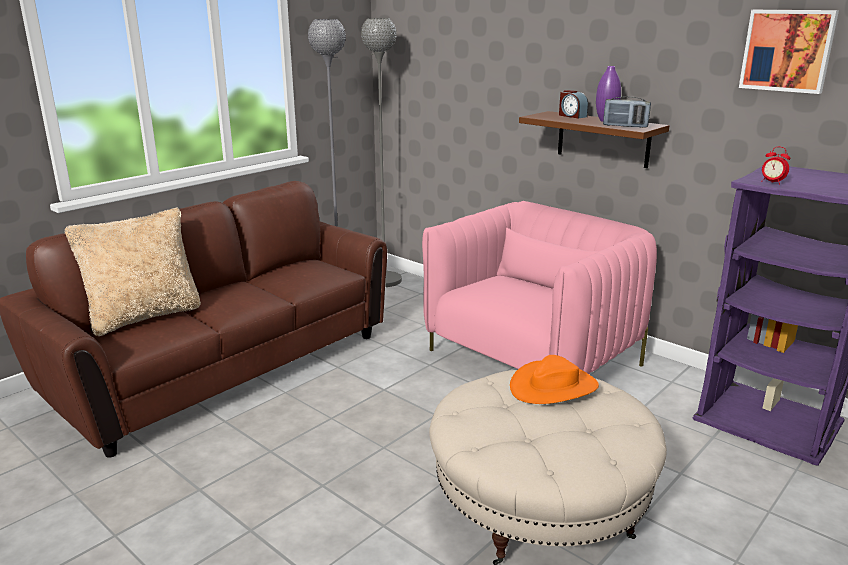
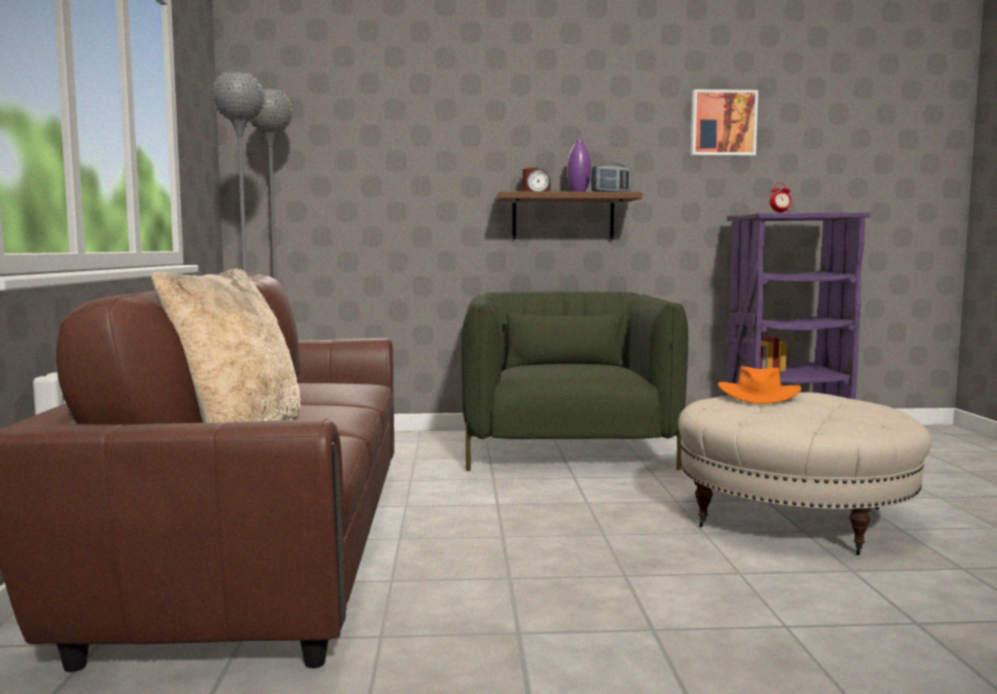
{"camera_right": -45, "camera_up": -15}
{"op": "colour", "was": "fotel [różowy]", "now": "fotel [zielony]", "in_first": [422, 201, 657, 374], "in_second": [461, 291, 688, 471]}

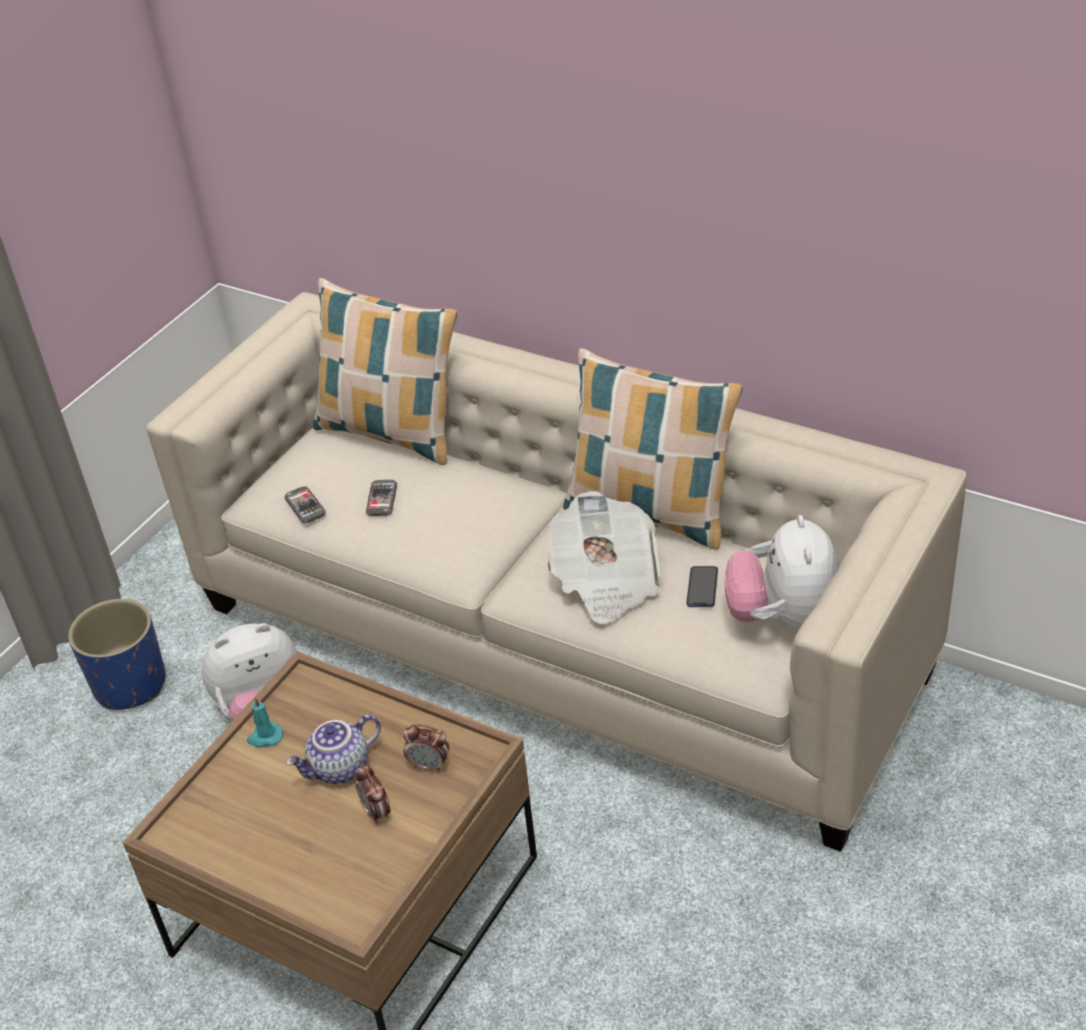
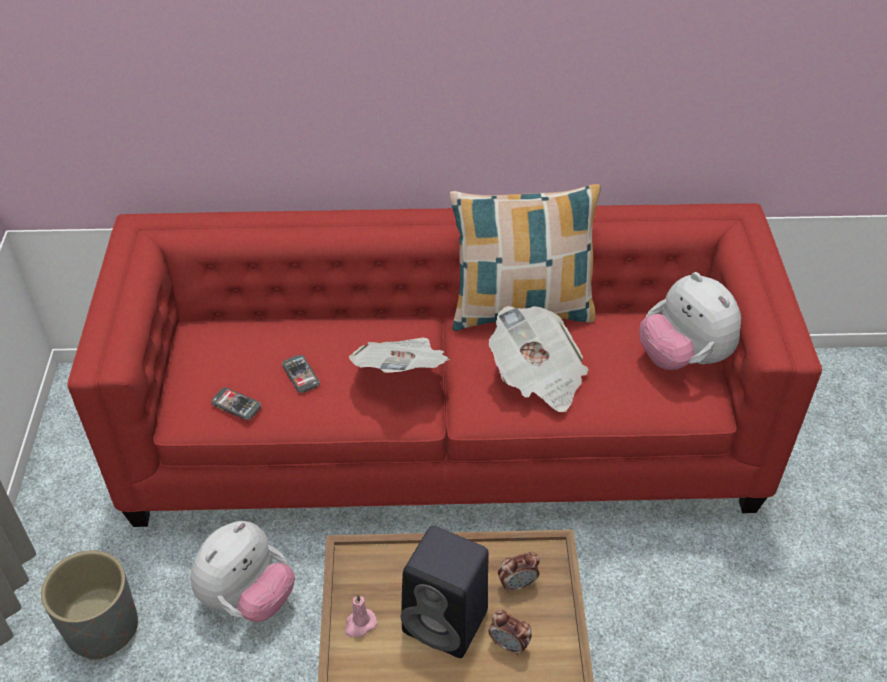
{"camera_right": -35, "camera_up": 5}
{"op": "missing", "was": "poduszka", "in_first": [313, 278, 458, 465]}
{"op": "missing", "was": "telefon", "in_first": [686, 566, 718, 607]}
{"op": "appeared", "now": "gazeta", "in_second": [349, 337, 450, 373]}
{"op": "exchanged", "was": "imbryk", "now": "głośnik [czarny]", "in_first": [286, 714, 381, 784], "in_second": [401, 526, 489, 658]}
{"op": "colour", "was": "donica [niebieski]", "now": "donica [szary]", "in_first": [68, 599, 166, 710], "in_second": [41, 550, 138, 660]}
{"op": "colour", "was": "kanapa [beżowy]", "now": "kanapa [czerwony]", "in_first": [146, 292, 967, 852], "in_second": [67, 203, 822, 527]}
{"op": "colour", "was": "świeca [turkusowy]", "now": "świeca [różowy]", "in_first": [247, 697, 283, 747], "in_second": [345, 594, 377, 637]}

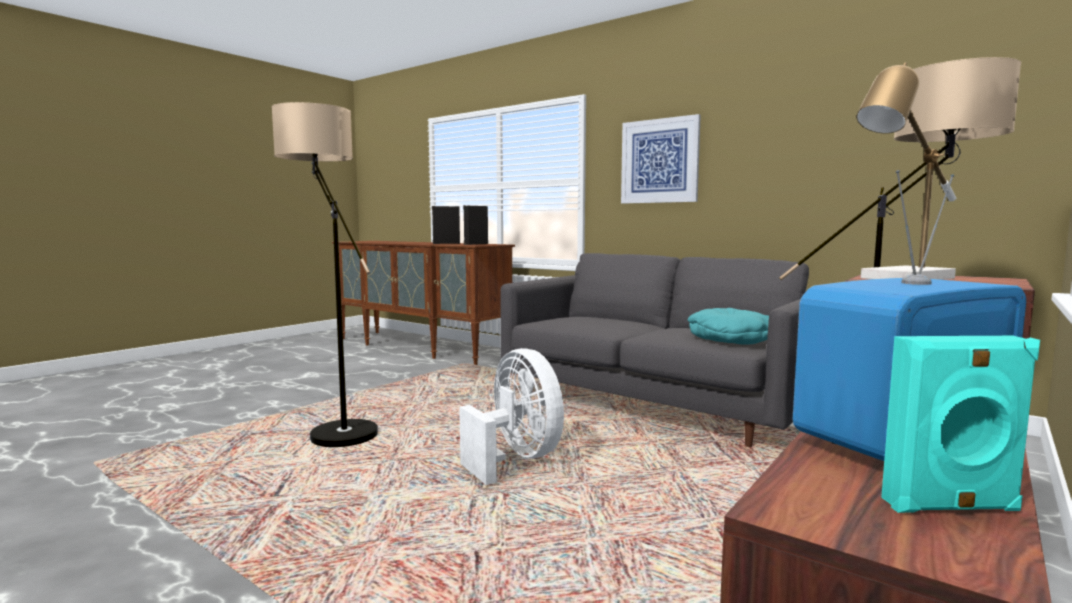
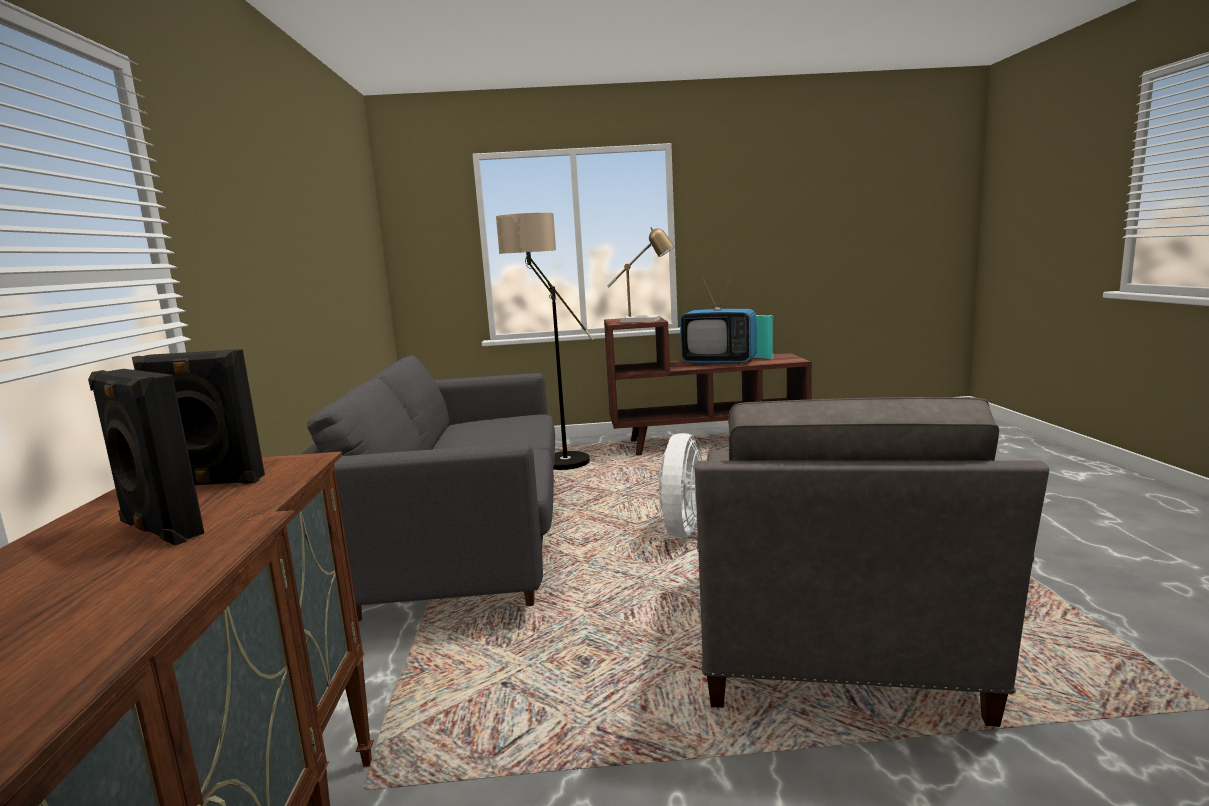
{"camera_right": -130, "camera_up": 5}
{"op": "missing", "was": "obraz", "in_first": [621, 114, 701, 204]}
{"op": "missing", "was": "poduszka [turkusowy]", "in_first": [688, 308, 769, 345]}
{"op": "exchanged", "was": "lampa stojąca", "now": "fotel [szary]", "in_first": [272, 102, 378, 447], "in_second": [694, 397, 1049, 727]}

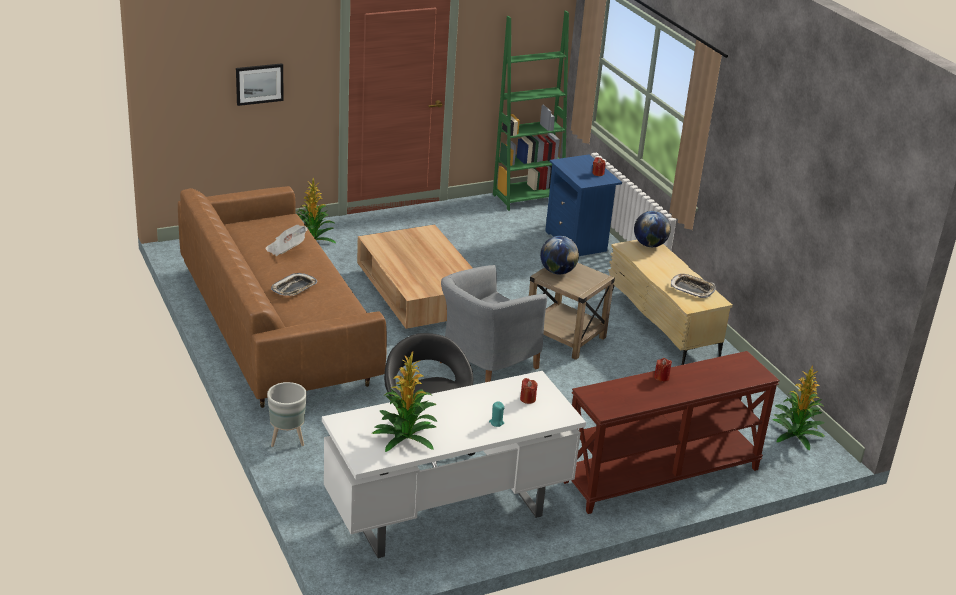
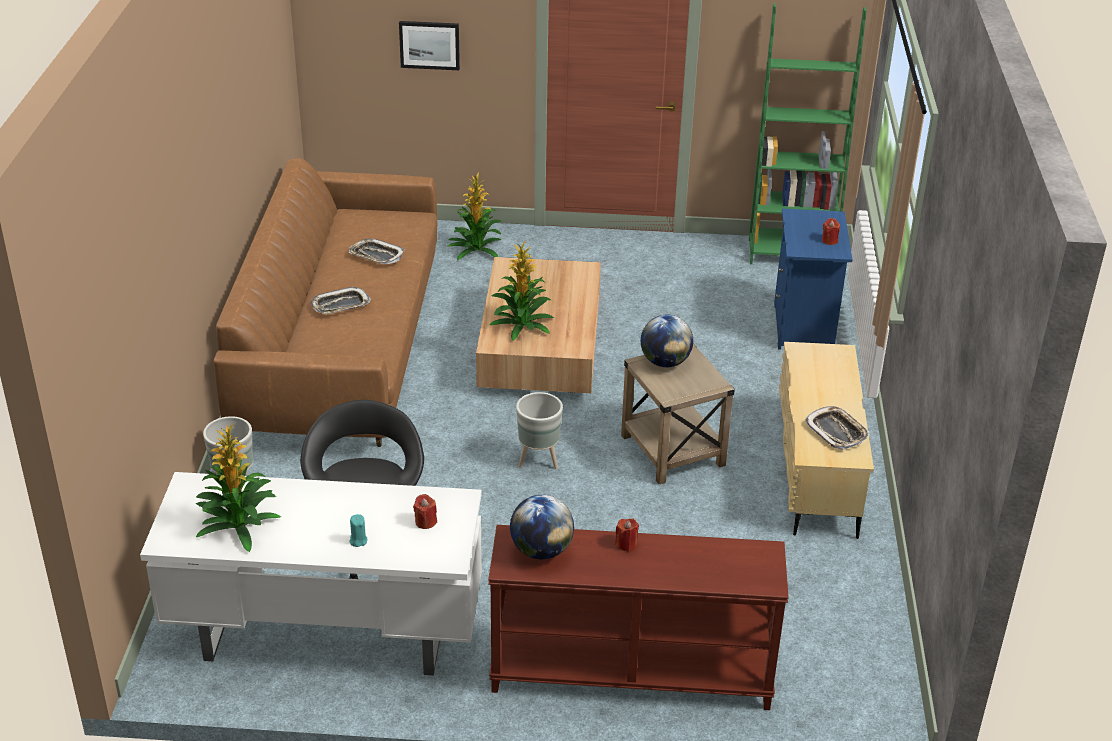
{"camera_right": 30, "camera_up": 5}
{"op": "relocated", "was": "globus", "in_first": [634, 211, 671, 247], "in_second": [510, 495, 574, 559]}
{"op": "relocated", "was": "roślina doniczkowa", "in_first": [772, 366, 825, 450], "in_second": [490, 241, 554, 341]}
{"op": "exchanged", "was": "gazeta", "now": "taca", "in_first": [266, 225, 308, 256], "in_second": [349, 238, 404, 264]}
{"op": "exchanged", "was": "fotel [szary]", "now": "donica [szary]", "in_first": [440, 265, 547, 382], "in_second": [516, 392, 563, 469]}

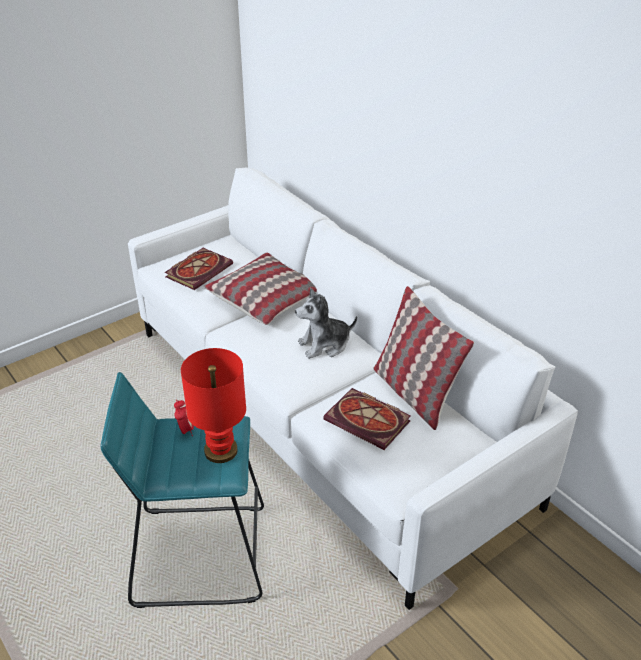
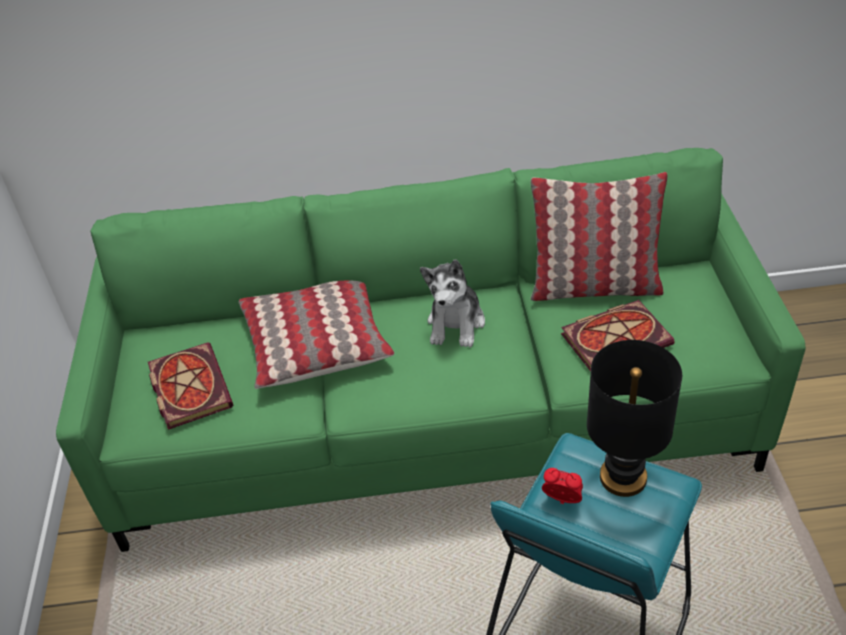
{"camera_right": -55, "camera_up": 5}
{"op": "colour", "was": "kanapa [biały]", "now": "kanapa [zielony]", "in_first": [128, 167, 578, 610], "in_second": [56, 148, 806, 552]}
{"op": "colour", "was": "lampa stołowa [czerwony]", "now": "lampa stołowa [czarny]", "in_first": [181, 348, 246, 463], "in_second": [587, 340, 682, 497]}

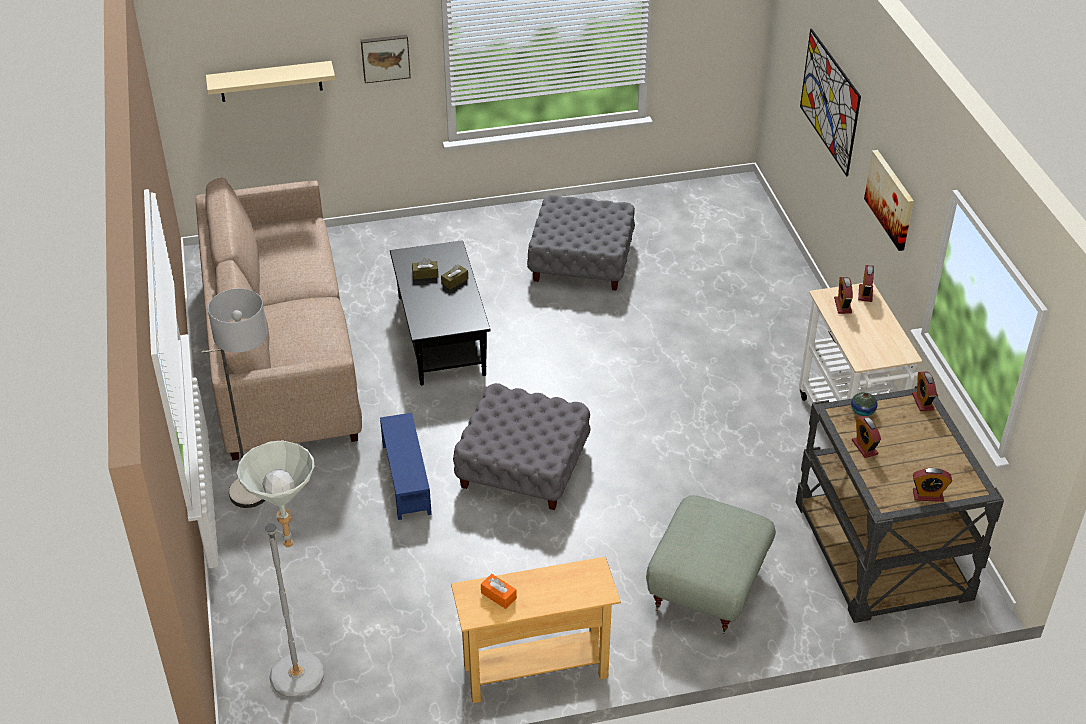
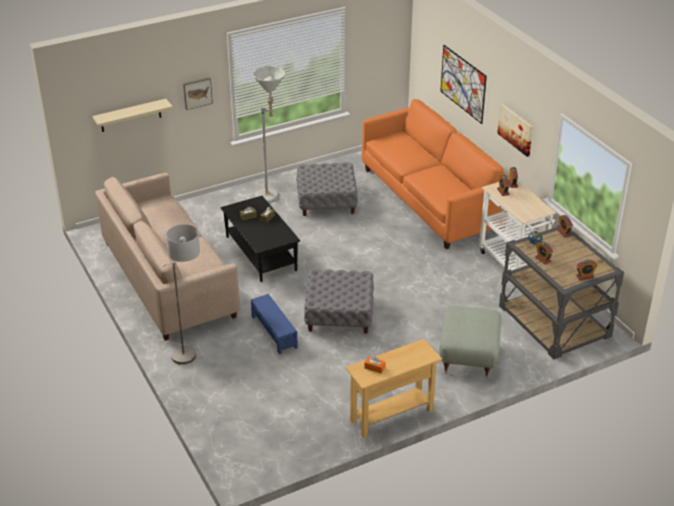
{"camera_right": -15, "camera_up": -5}
{"op": "appeared", "now": "kanapa [pomarańczowy]", "in_second": [362, 99, 510, 249]}
{"op": "relocated", "was": "lampa stojąca [szary]", "in_first": [237, 440, 324, 698], "in_second": [253, 66, 285, 202]}

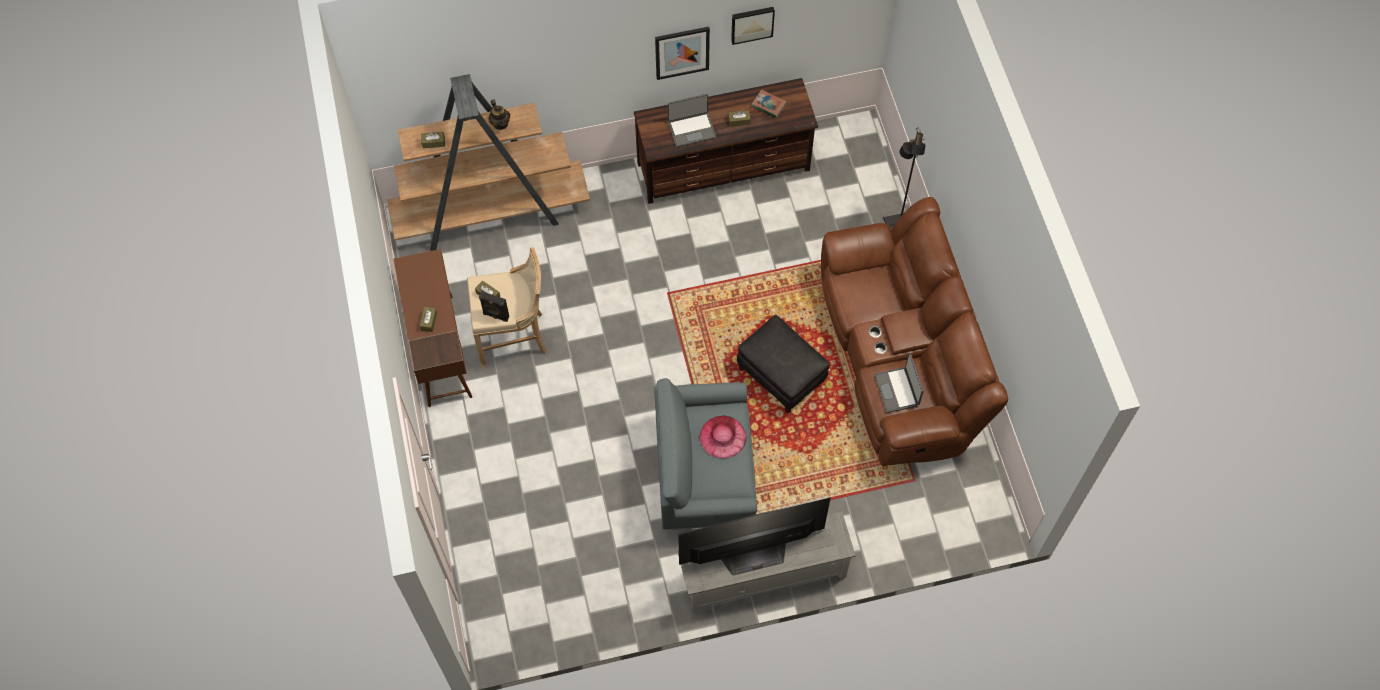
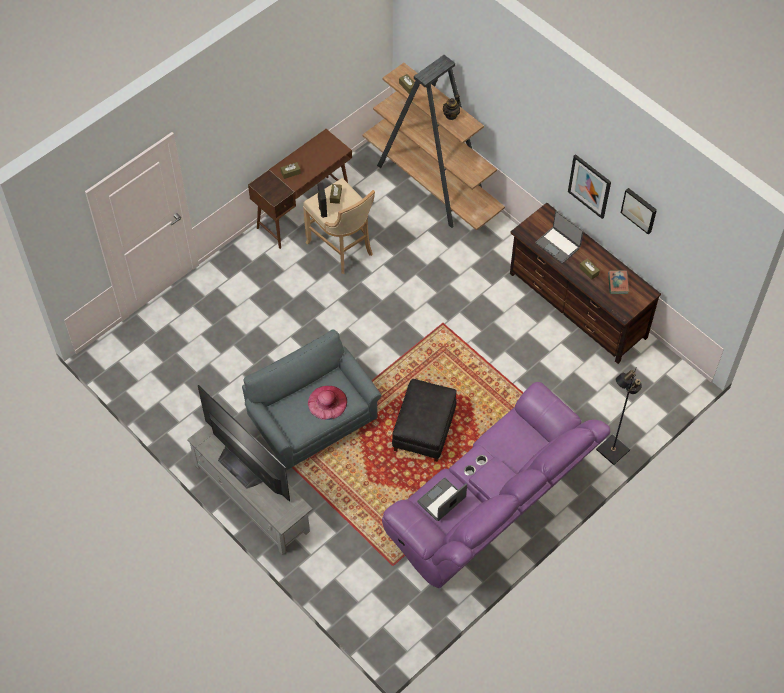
{"camera_right": 60, "camera_up": -5}
{"op": "colour", "was": "kanapa [brązowy]", "now": "kanapa [fioletowy]", "in_first": [821, 197, 1008, 466], "in_second": [382, 382, 611, 588]}

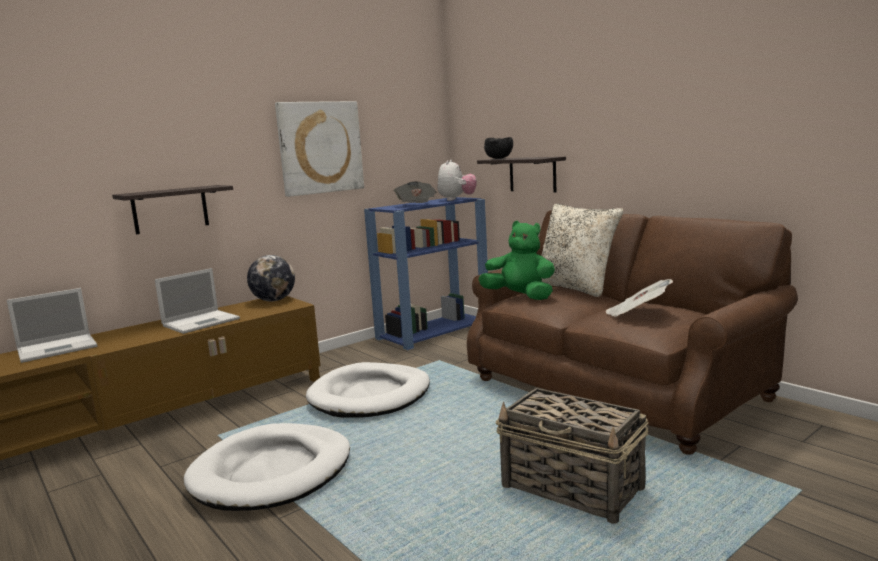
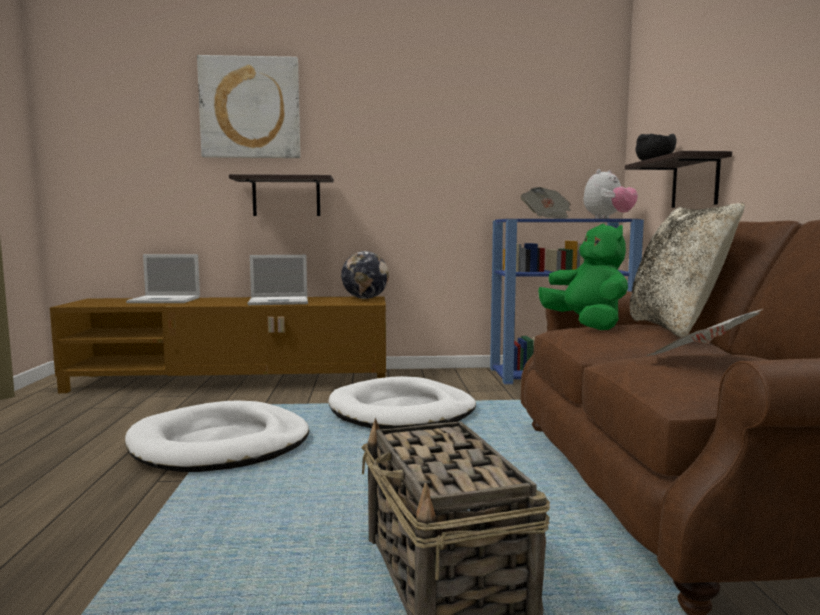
{"camera_right": 35, "camera_up": -5}
{"op": "relocated", "was": "obraz", "in_first": [275, 101, 364, 197], "in_second": [197, 55, 300, 158]}

